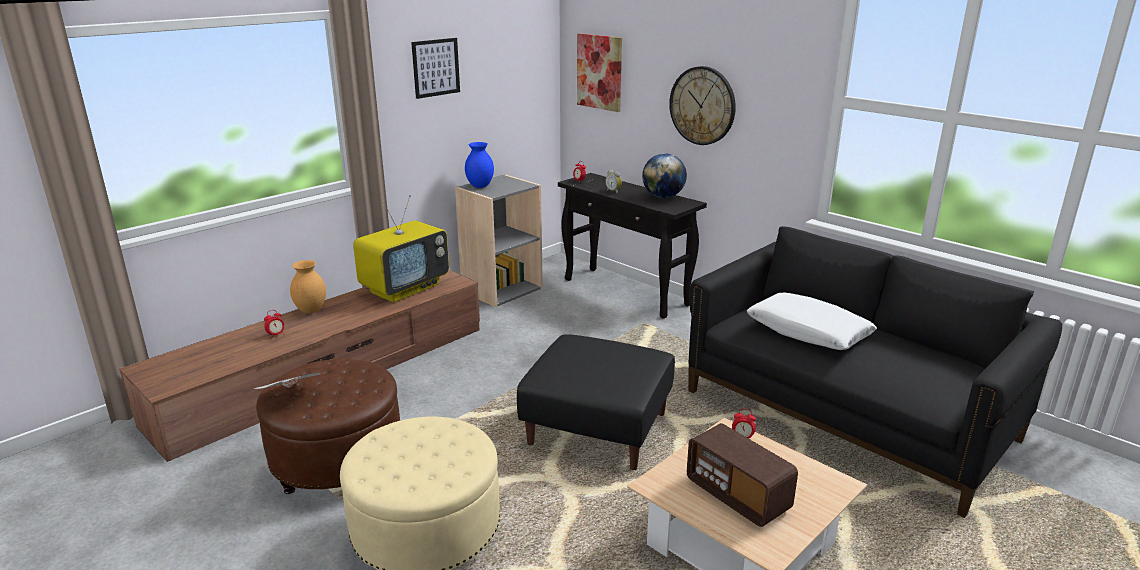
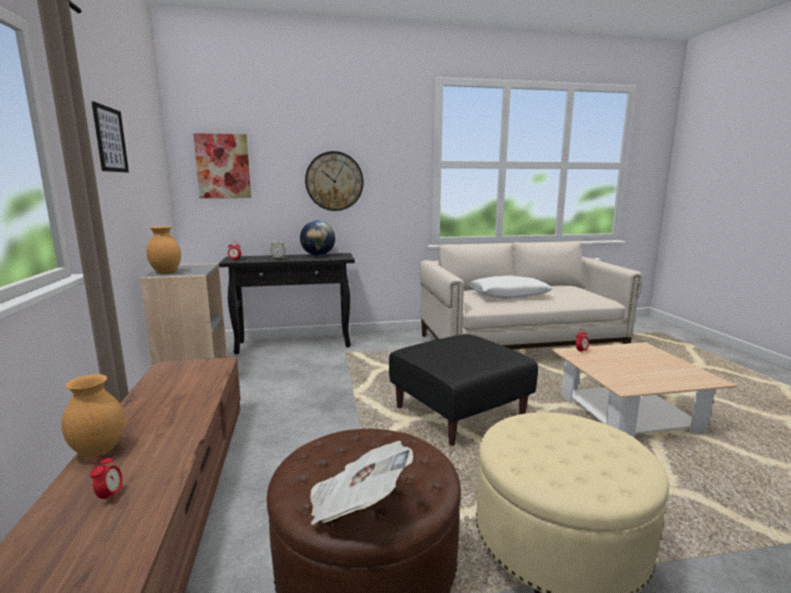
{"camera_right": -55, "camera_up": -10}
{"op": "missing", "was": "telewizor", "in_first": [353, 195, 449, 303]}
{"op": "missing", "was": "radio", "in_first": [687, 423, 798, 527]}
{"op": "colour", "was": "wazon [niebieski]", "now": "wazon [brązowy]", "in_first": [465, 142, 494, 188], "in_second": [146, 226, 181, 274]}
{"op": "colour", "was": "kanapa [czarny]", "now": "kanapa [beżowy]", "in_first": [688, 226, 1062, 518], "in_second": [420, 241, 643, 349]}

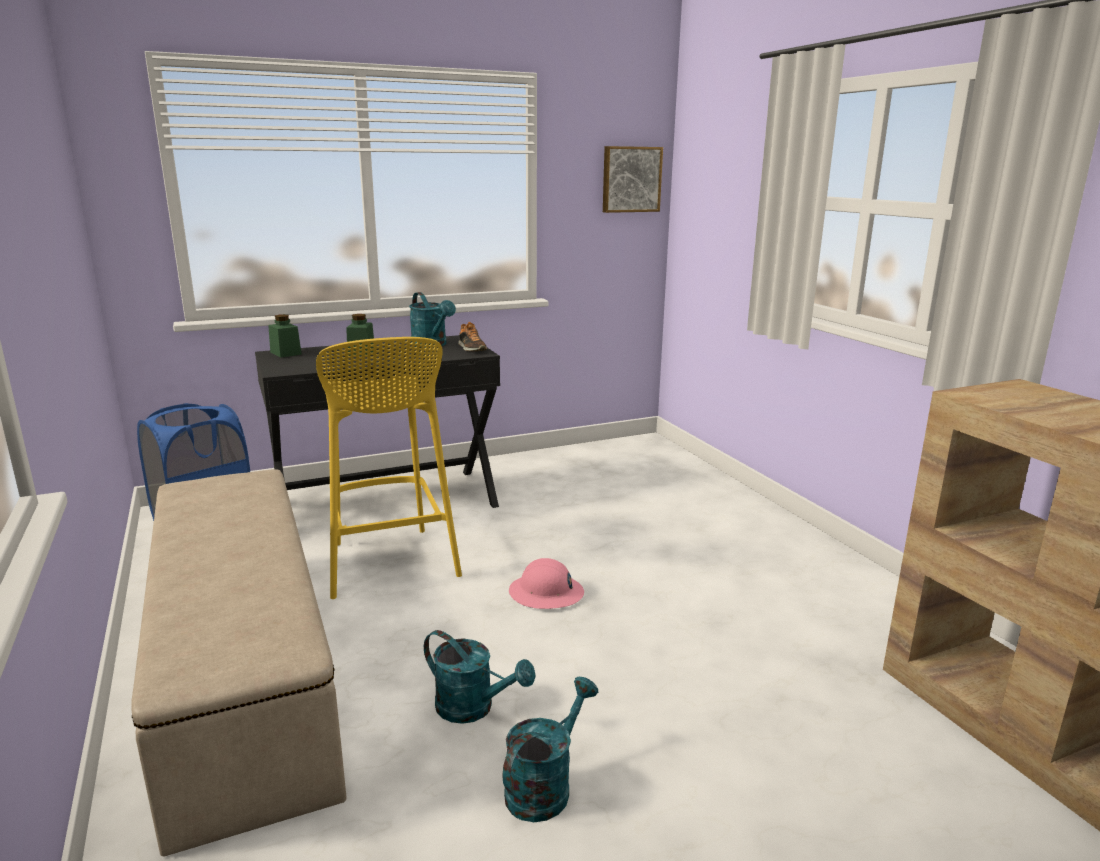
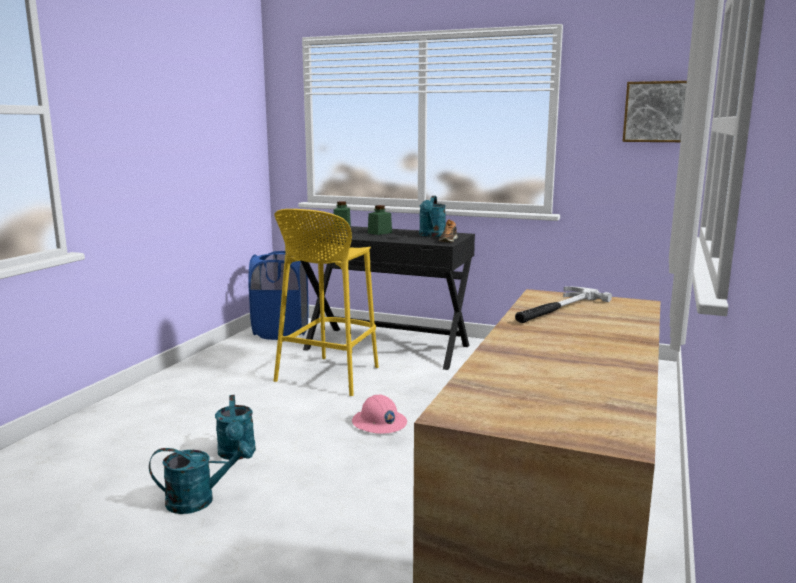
{"camera_right": 45, "camera_up": -5}
{"op": "missing", "was": "ławka [beżowy]", "in_first": [131, 469, 347, 857]}
{"op": "appeared", "now": "młotek", "in_second": [515, 286, 612, 323]}

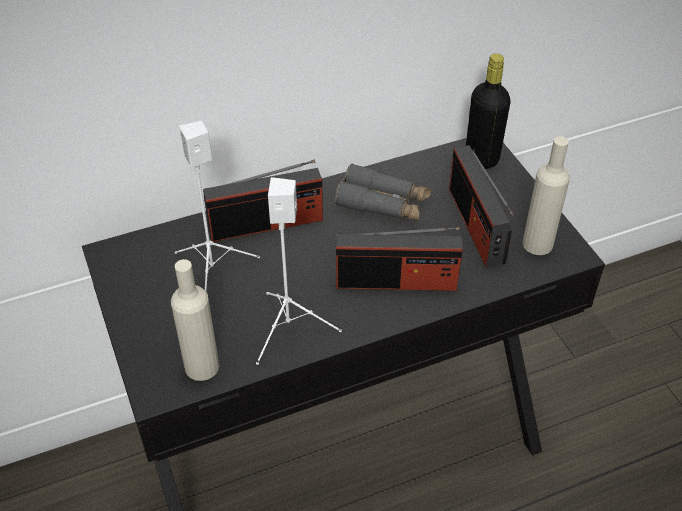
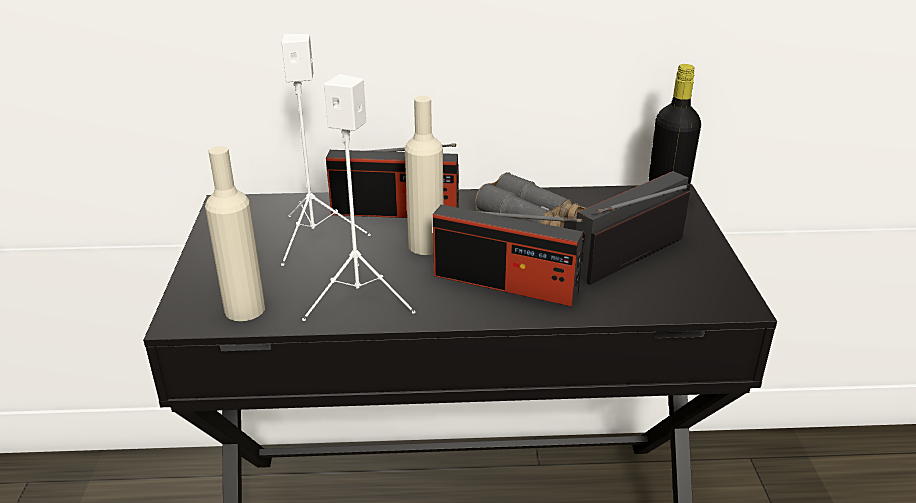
{"camera_right": 20, "camera_up": -15}
{"op": "relocated", "was": "butelka [beżowy]", "in_first": [523, 136, 570, 255], "in_second": [405, 96, 443, 255]}
{"op": "spun", "was": "radio", "in_first": [449, 145, 514, 267], "in_second": [575, 171, 691, 285], "clockwise": 45}

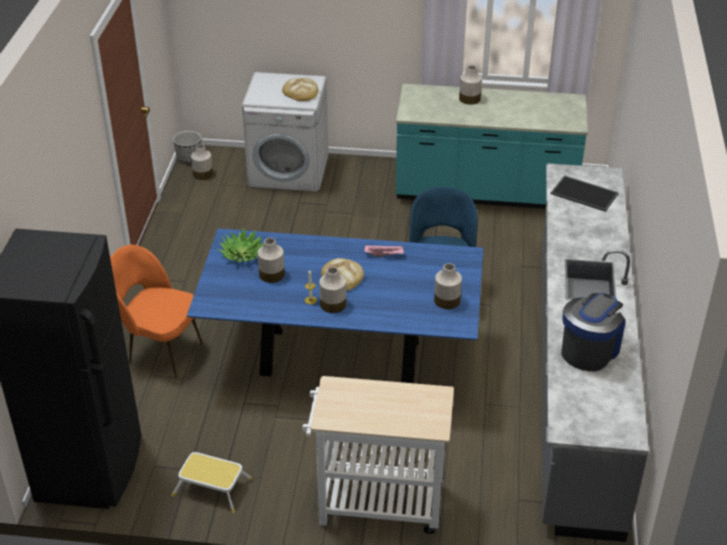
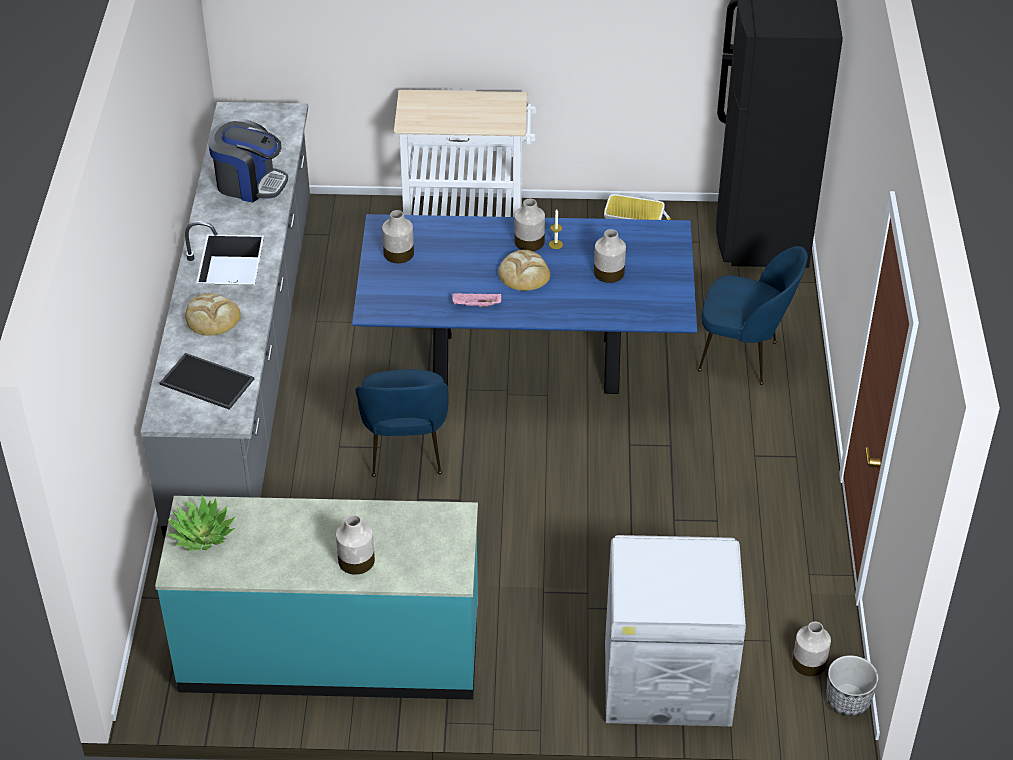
{"camera_right": 175, "camera_up": 5}
{"op": "relocated", "was": "roślina doniczkowa", "in_first": [217, 228, 264, 262], "in_second": [167, 496, 236, 551]}
{"op": "relocated", "was": "chleb", "in_first": [282, 78, 318, 101], "in_second": [185, 293, 241, 336]}
{"op": "colour", "was": "krzesło [pomarańczowy]", "now": "krzesło [niebieski]", "in_first": [110, 245, 203, 378], "in_second": [698, 246, 808, 385]}
{"op": "spun", "was": "ekspres do kawy", "in_first": [561, 293, 626, 371], "in_second": [208, 118, 288, 203], "clockwise": -105}

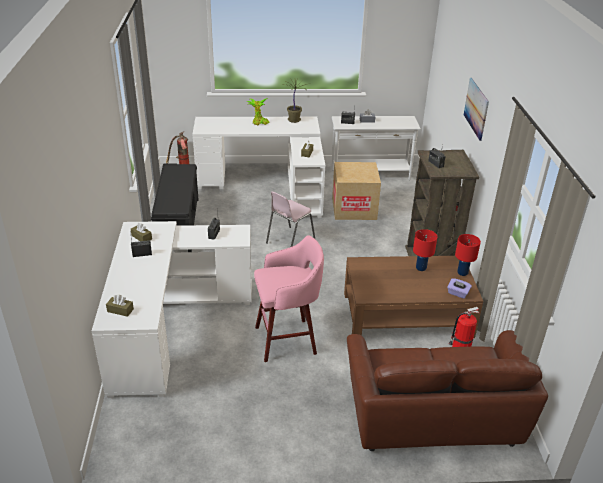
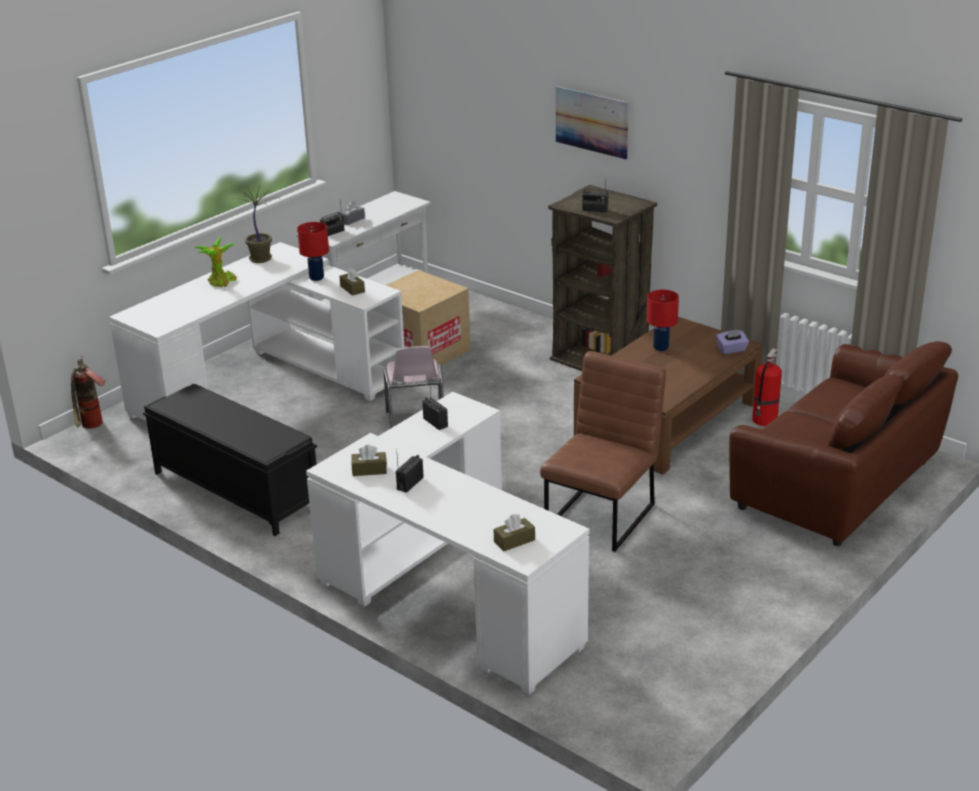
{"camera_right": -45, "camera_up": -5}
{"op": "relocated", "was": "lampa stołowa [czerwony]", "in_first": [455, 234, 481, 276], "in_second": [297, 222, 329, 281]}
{"op": "exchanged", "was": "stołek [różowy]", "now": "krzesło [brązowy]", "in_first": [254, 235, 324, 362], "in_second": [540, 351, 666, 552]}

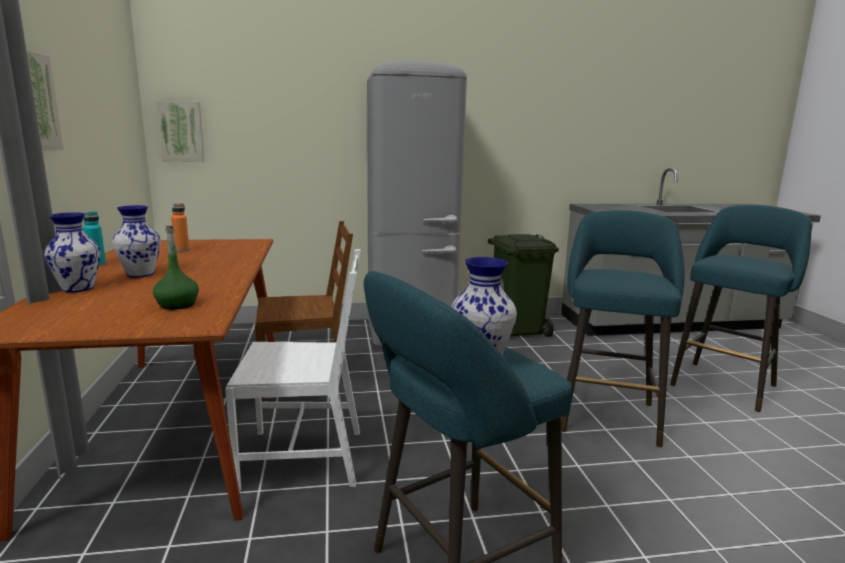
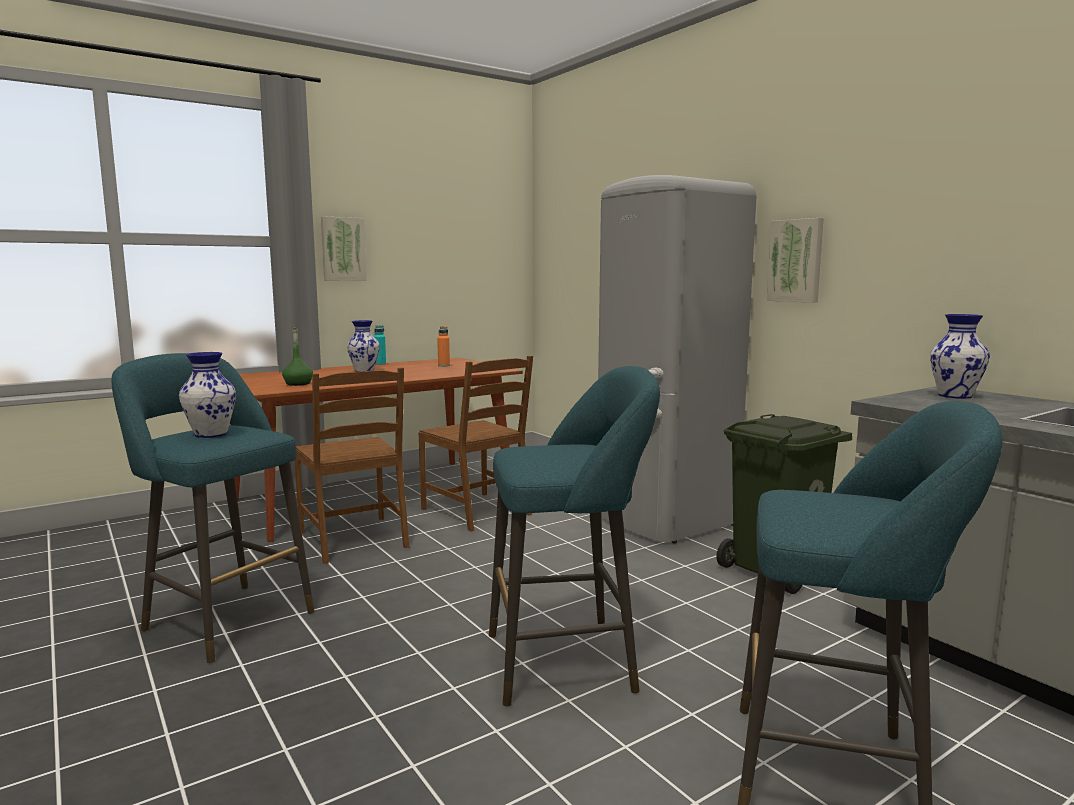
{"camera_right": 65, "camera_up": -5}
{"op": "relocated", "was": "wazon", "in_first": [44, 212, 101, 292], "in_second": [930, 314, 990, 399]}
{"op": "relocated", "was": "obraz", "in_first": [156, 101, 205, 162], "in_second": [767, 218, 824, 303]}
{"op": "colour", "was": "krzesło [biały]", "now": "krzesło [brązowy]", "in_first": [225, 249, 361, 492], "in_second": [294, 368, 409, 564]}

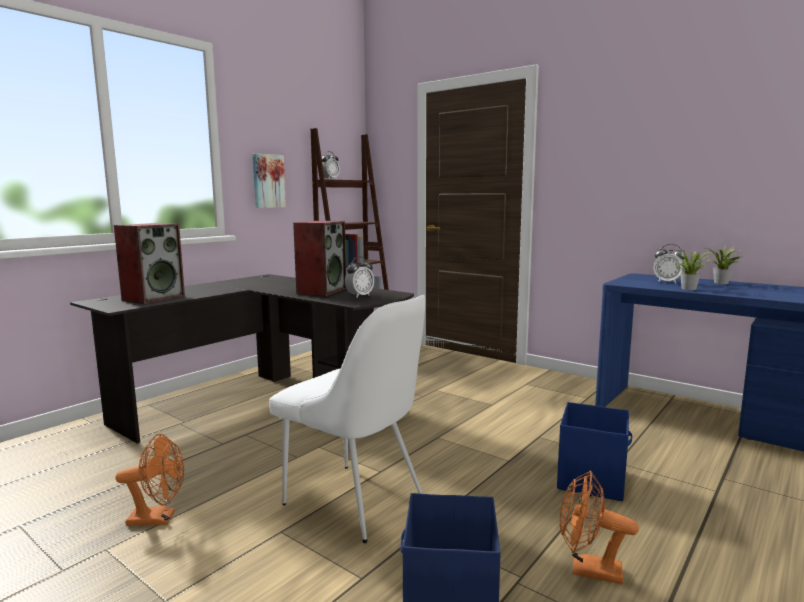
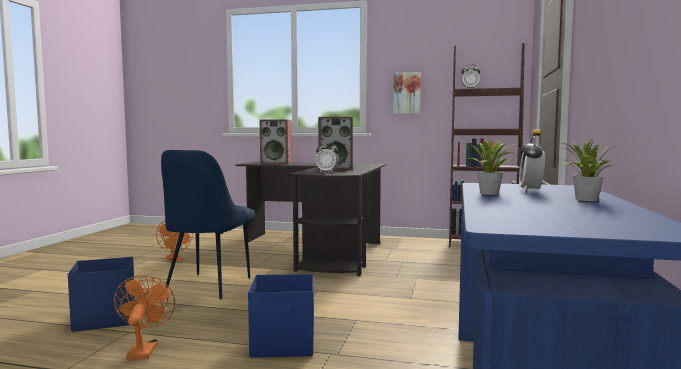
{"camera_right": 65, "camera_up": -5}
{"op": "colour", "was": "krzesło [biały]", "now": "krzesło [niebieski]", "in_first": [269, 295, 425, 543], "in_second": [161, 150, 255, 299]}

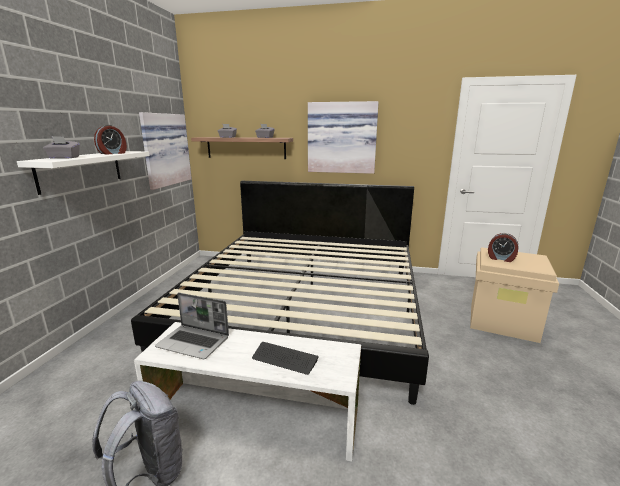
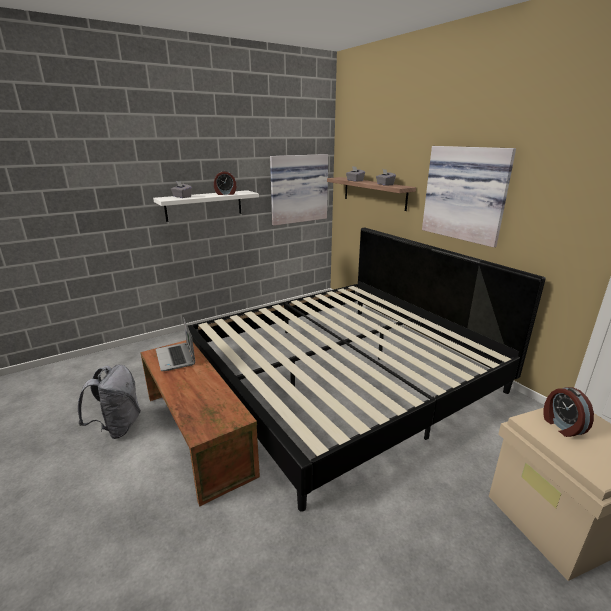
{"camera_right": 45, "camera_up": 5}
{"op": "missing", "was": "klawiatura", "in_first": [252, 342, 319, 375]}
{"op": "colour", "was": "ławka [biały]", "now": "ławka [brązowy]", "in_first": [134, 322, 361, 462], "in_second": [140, 340, 260, 507]}

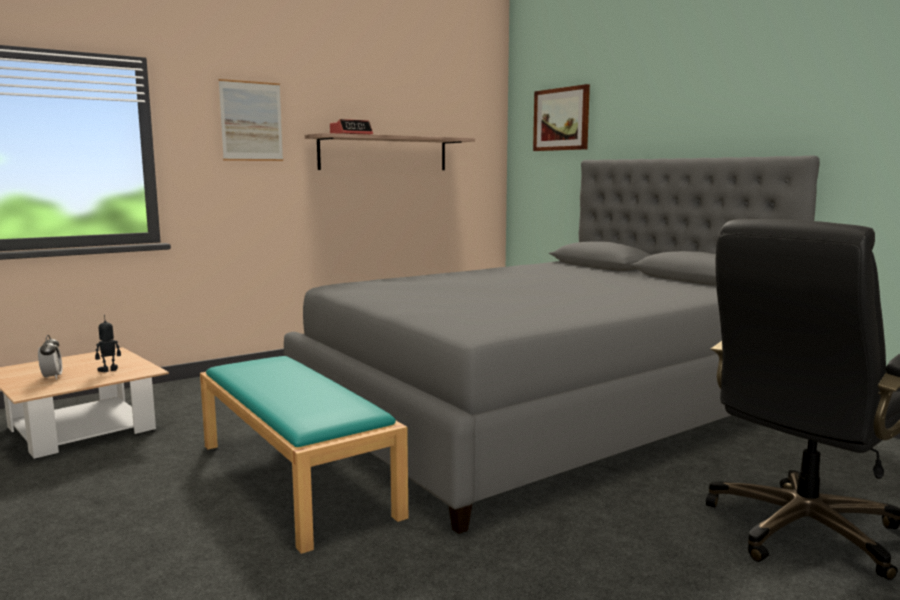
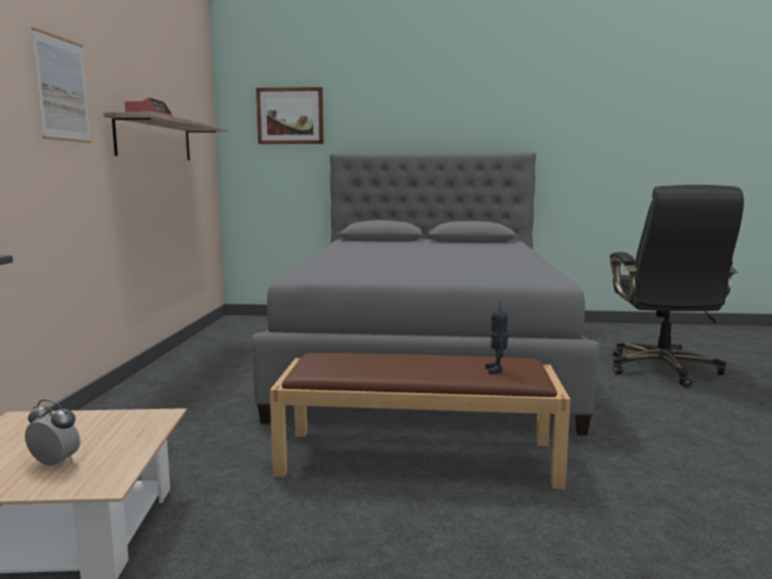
{"camera_right": -50, "camera_up": 0}
{"op": "relocated", "was": "robot zabawkowy", "in_first": [95, 315, 121, 372], "in_second": [485, 301, 508, 374]}
{"op": "colour", "was": "ławka [turkusowy]", "now": "ławka [brązowy]", "in_first": [200, 356, 408, 554], "in_second": [269, 353, 571, 489]}

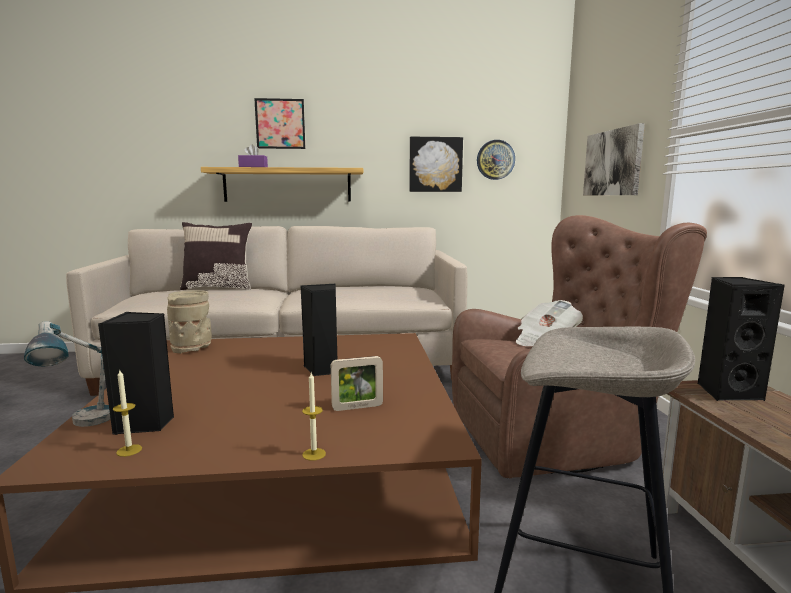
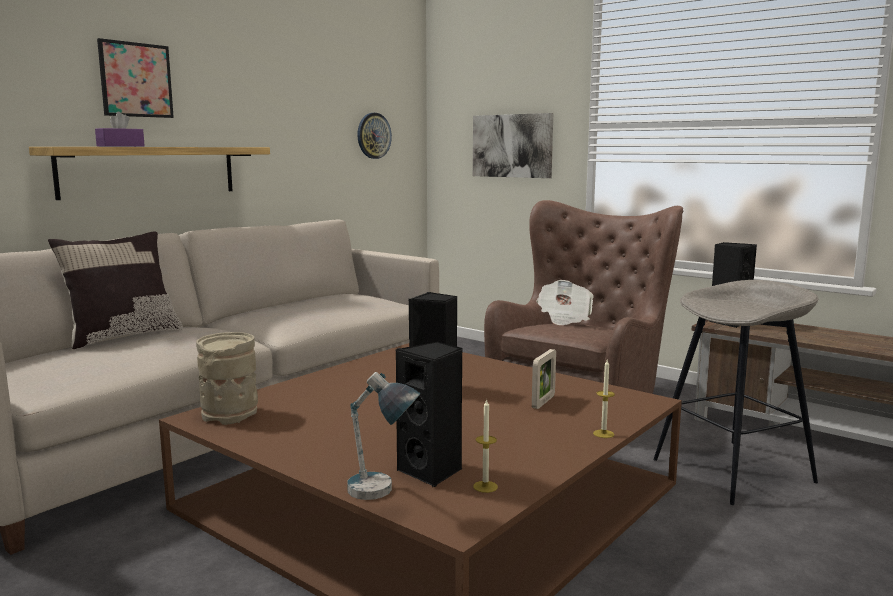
{"camera_right": -45, "camera_up": 0}
{"op": "missing", "was": "obraz", "in_first": [409, 137, 463, 192]}

